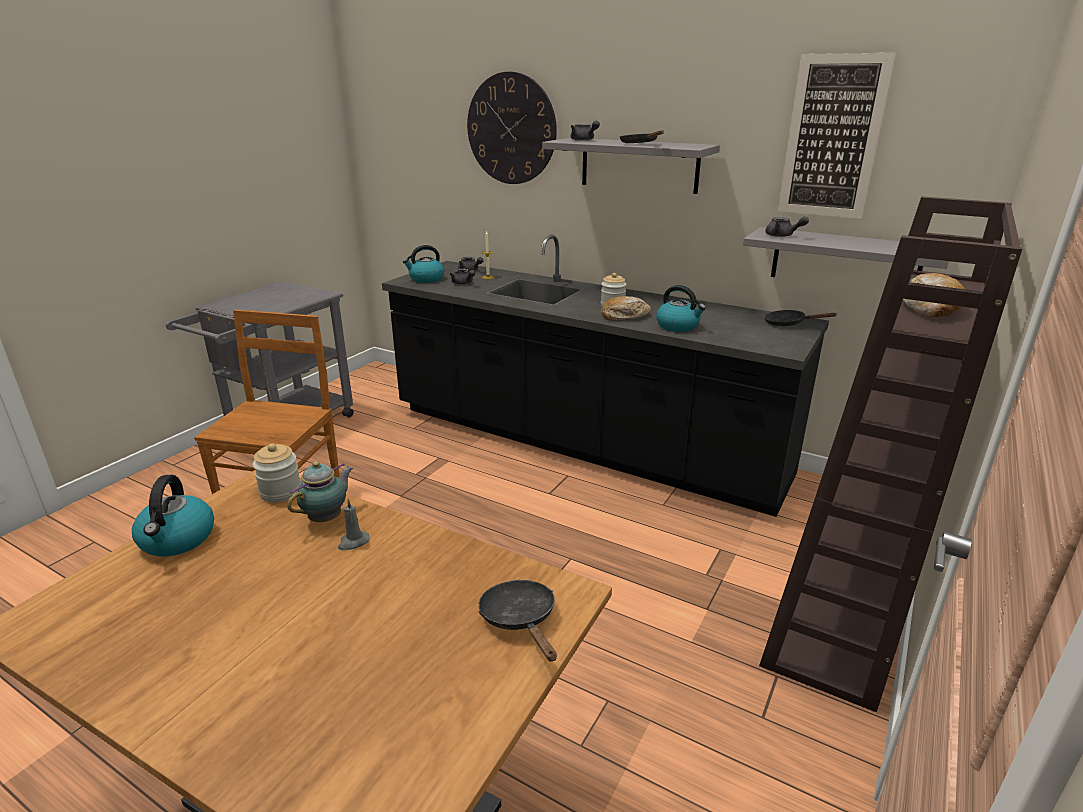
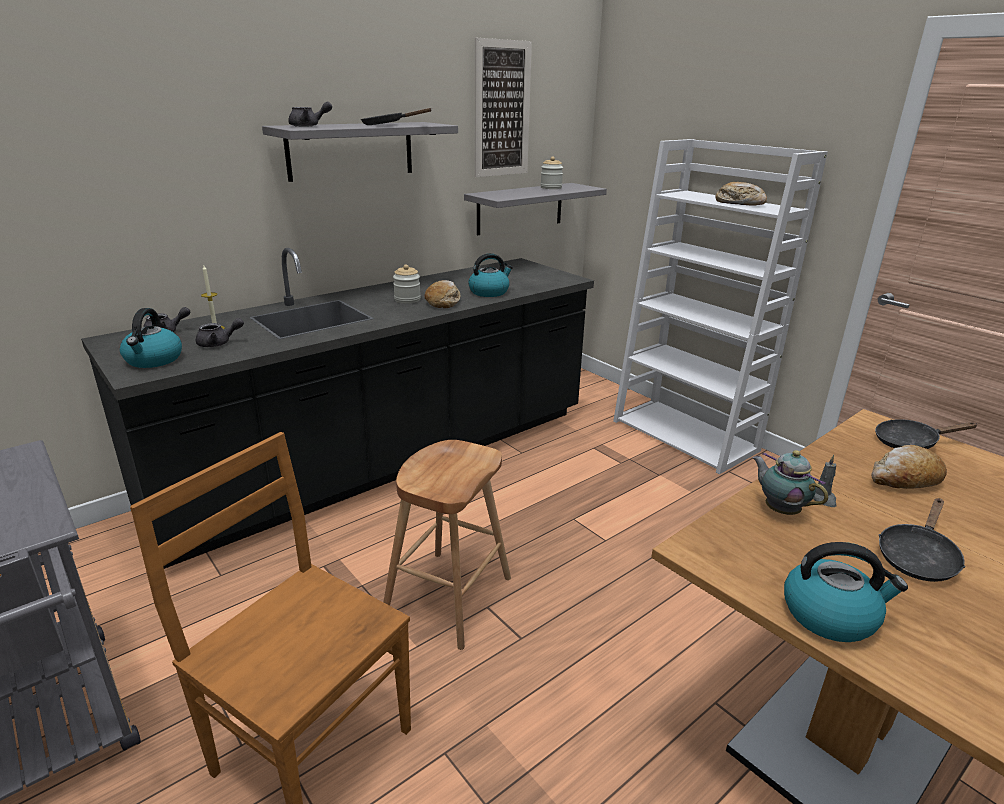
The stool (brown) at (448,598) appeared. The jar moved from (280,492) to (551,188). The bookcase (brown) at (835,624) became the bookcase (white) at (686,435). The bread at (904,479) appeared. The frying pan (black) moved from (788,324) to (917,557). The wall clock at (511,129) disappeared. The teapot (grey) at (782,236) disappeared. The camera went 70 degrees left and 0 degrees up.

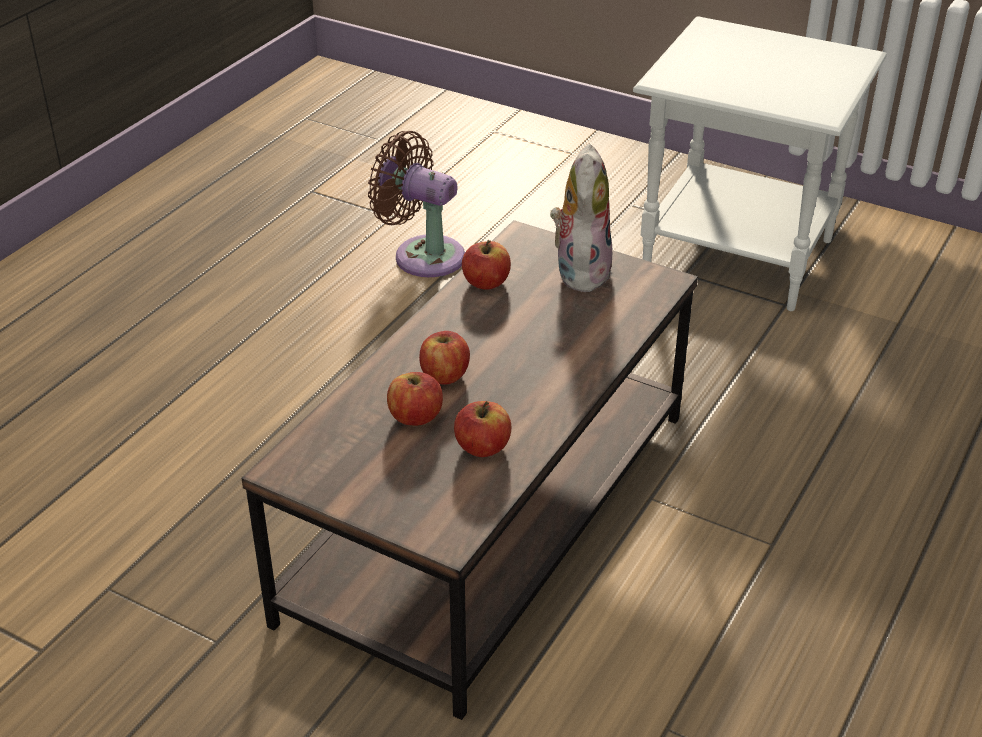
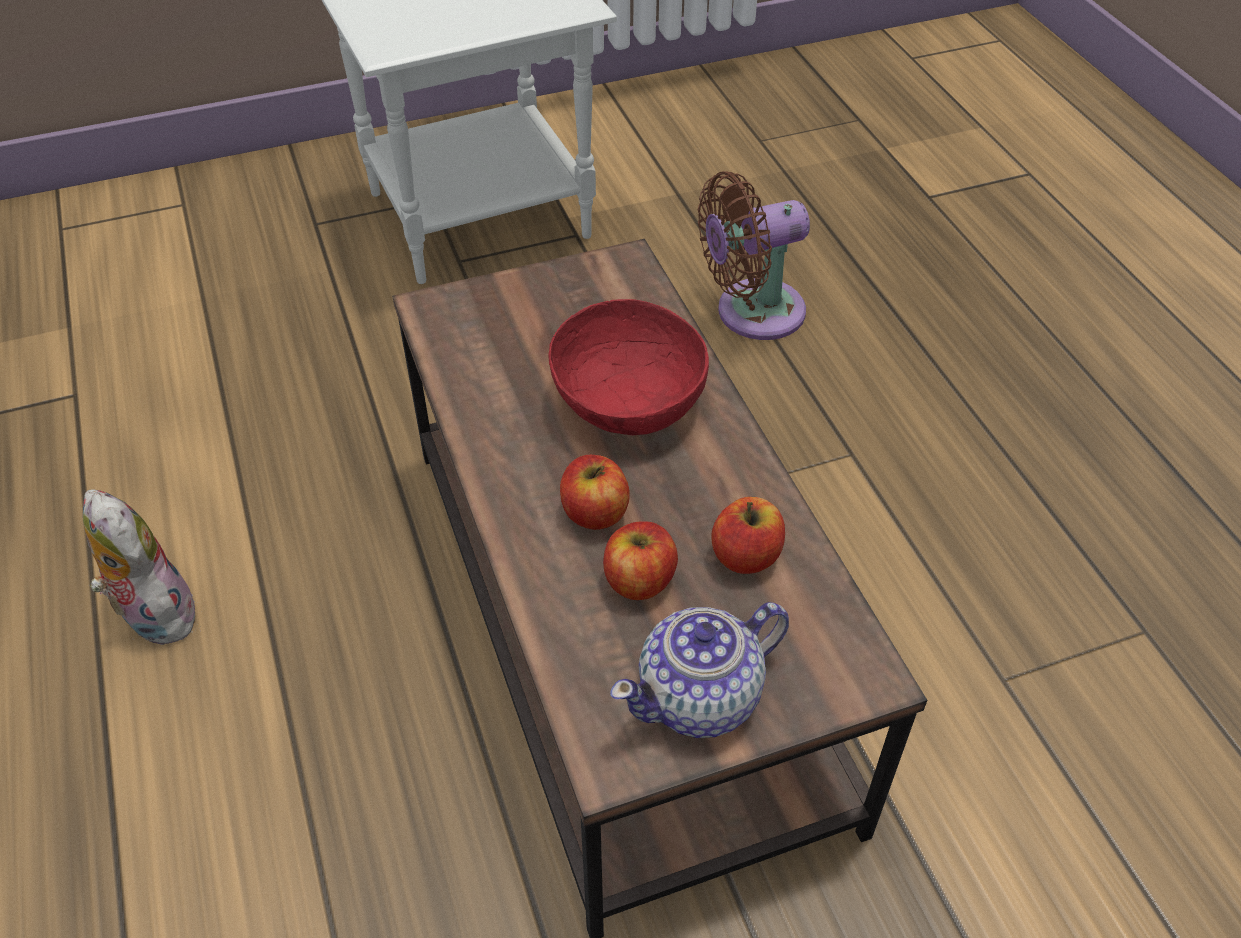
The plush toy moved from (580,270) to (153,613). The bowl (red) at (628,401) appeared. The teapot at (701,697) appeared. The fan (brown) moved from (423,255) to (751,313). The apple at (486,282) disappeared. The camera went 50 degrees left and 10 degrees up.

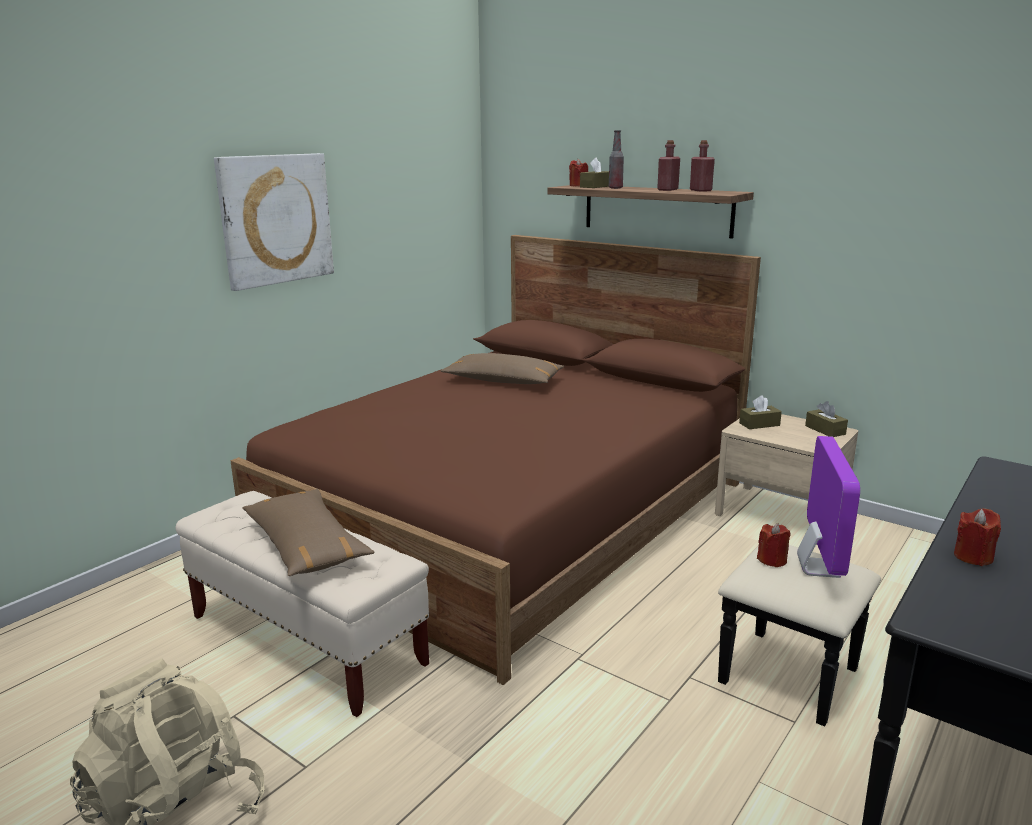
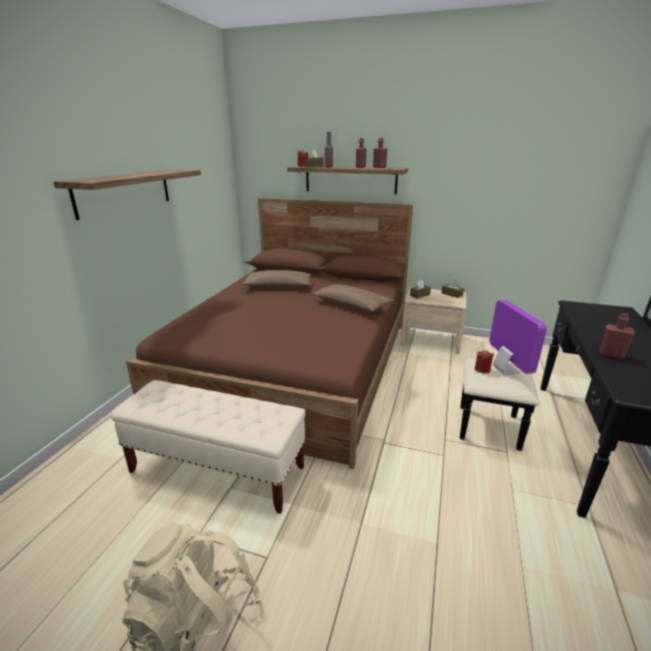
The picture at (275,219) was replaced by the shelf at (124,192). The pillow (brown) moved from (306,546) to (351,305). The candle (red) at (973,557) was replaced by the bottle (red) at (611,355). The camera went 20 degrees left and 5 degrees up.

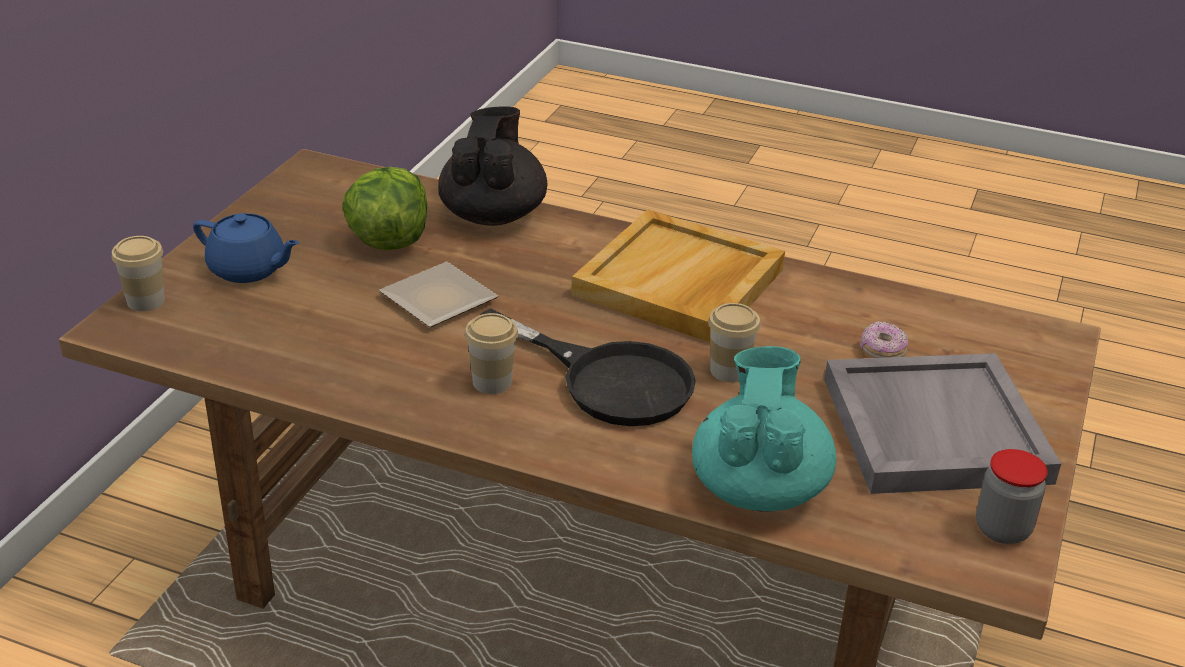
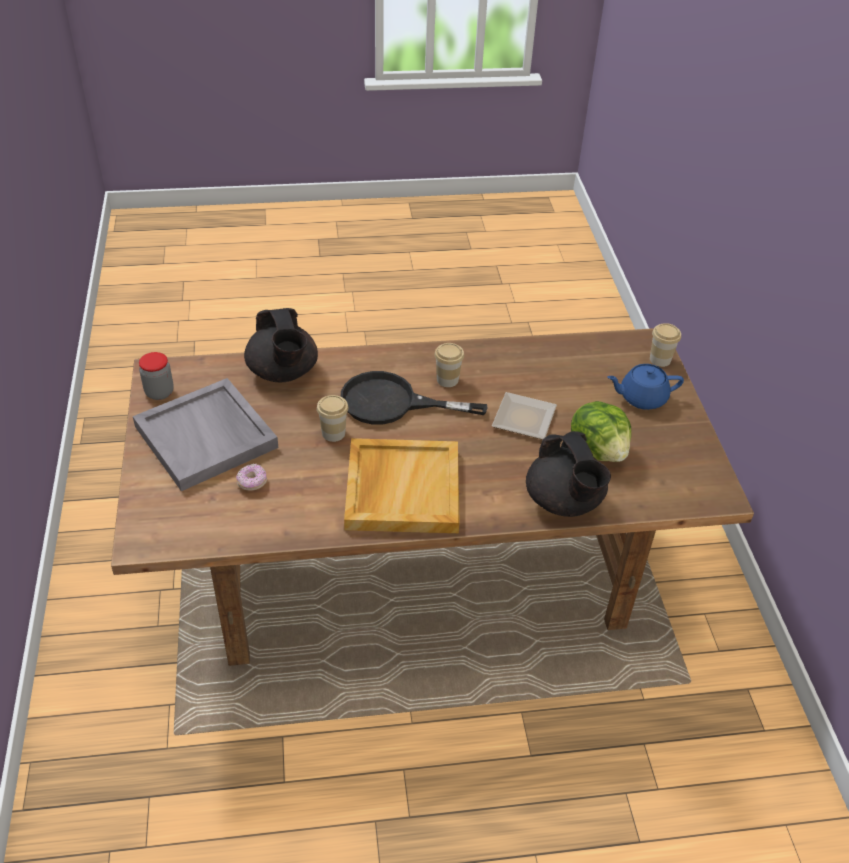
The teapot (turquoise) at (758,487) became the teapot (black) at (283,372). The camera went 150 degrees right and 10 degrees up.

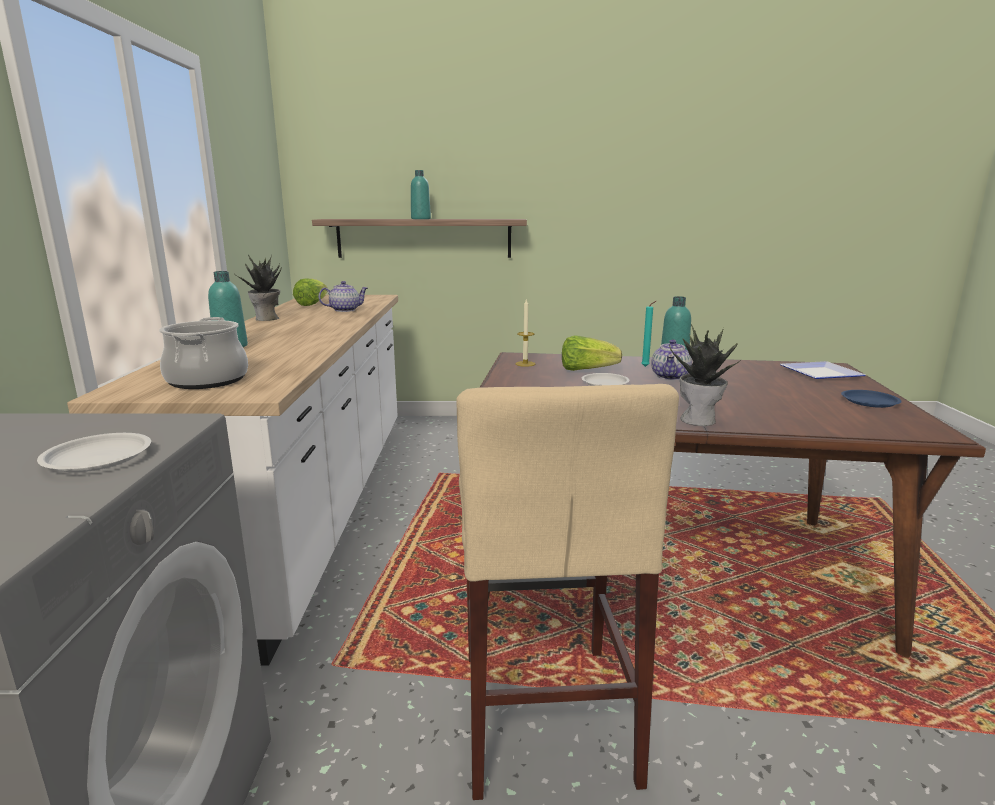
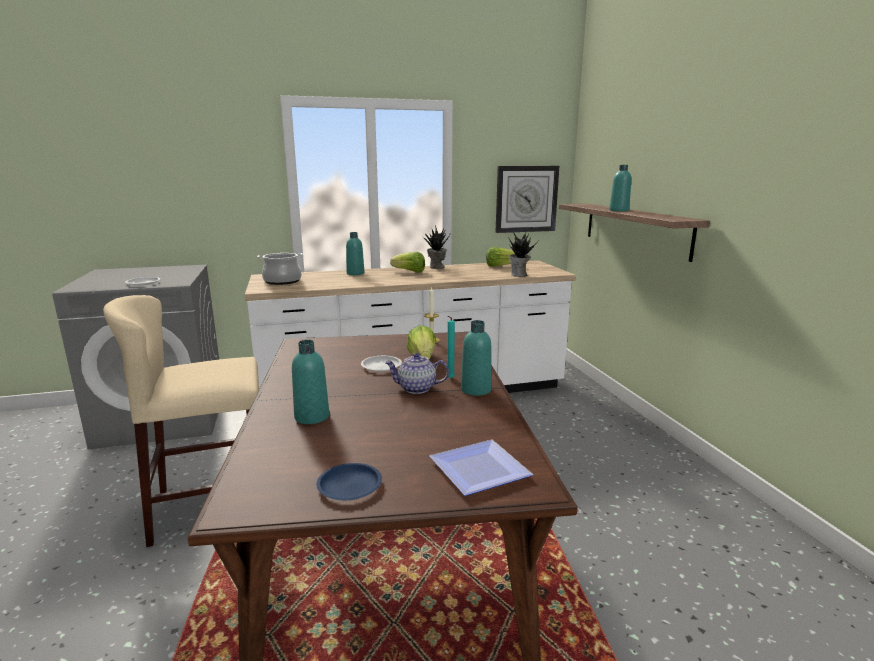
The bottle (turquoise) at (312,417) appeared. The lettuce at (409,272) appeared. The wall clock at (526,199) appeared. The potted plant moved from (699,420) to (519,275). The teapot at (345,310) disappeared. The camera went 75 degrees right and 0 degrees up.

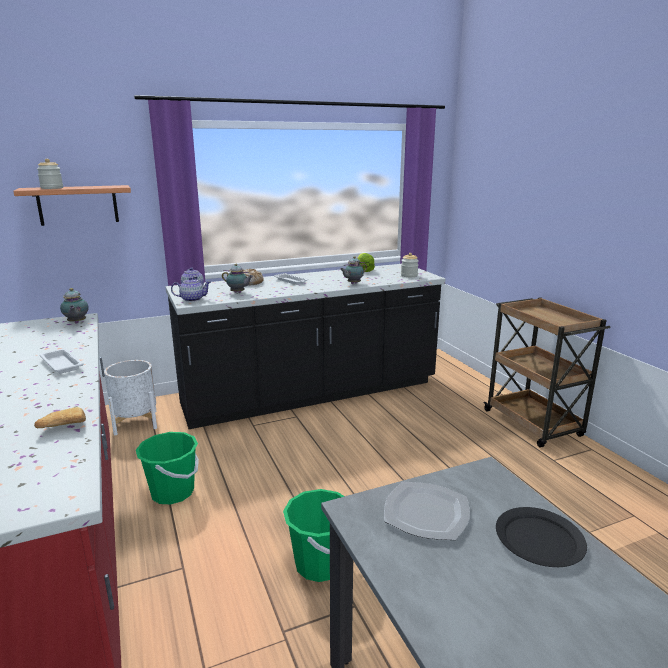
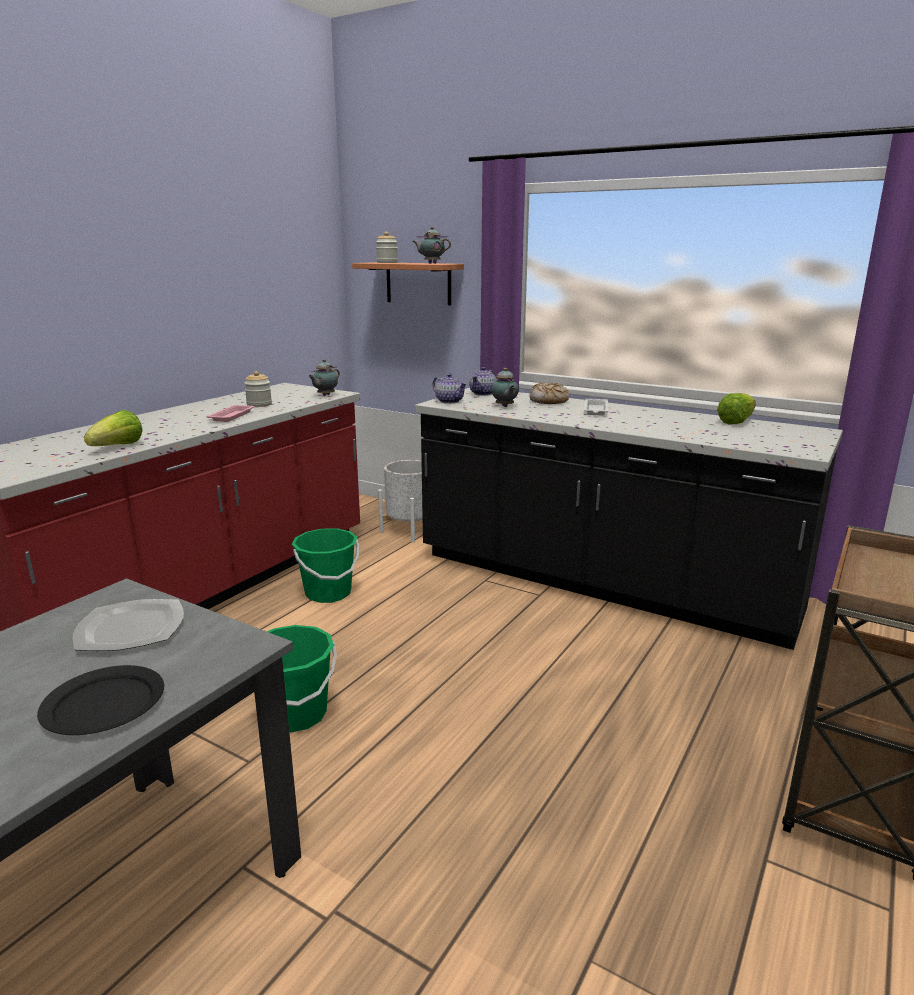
The bread at (61,427) was replaced by the lettuce at (118,447). The tray (white) at (61,364) became the tray (pink) at (232,416). The jar moved from (409,275) to (259,404). The teapot moved from (353,283) to (431,263). The camera went 55 degrees right and 0 degrees up.

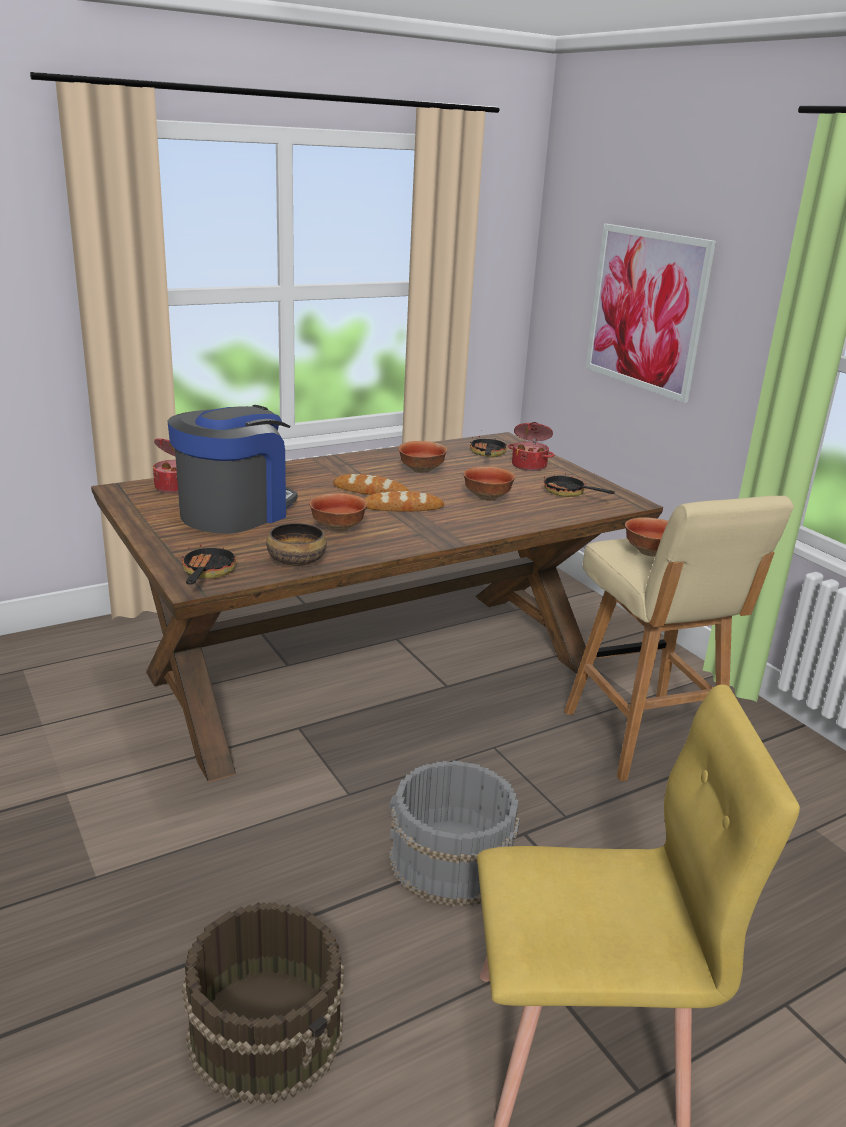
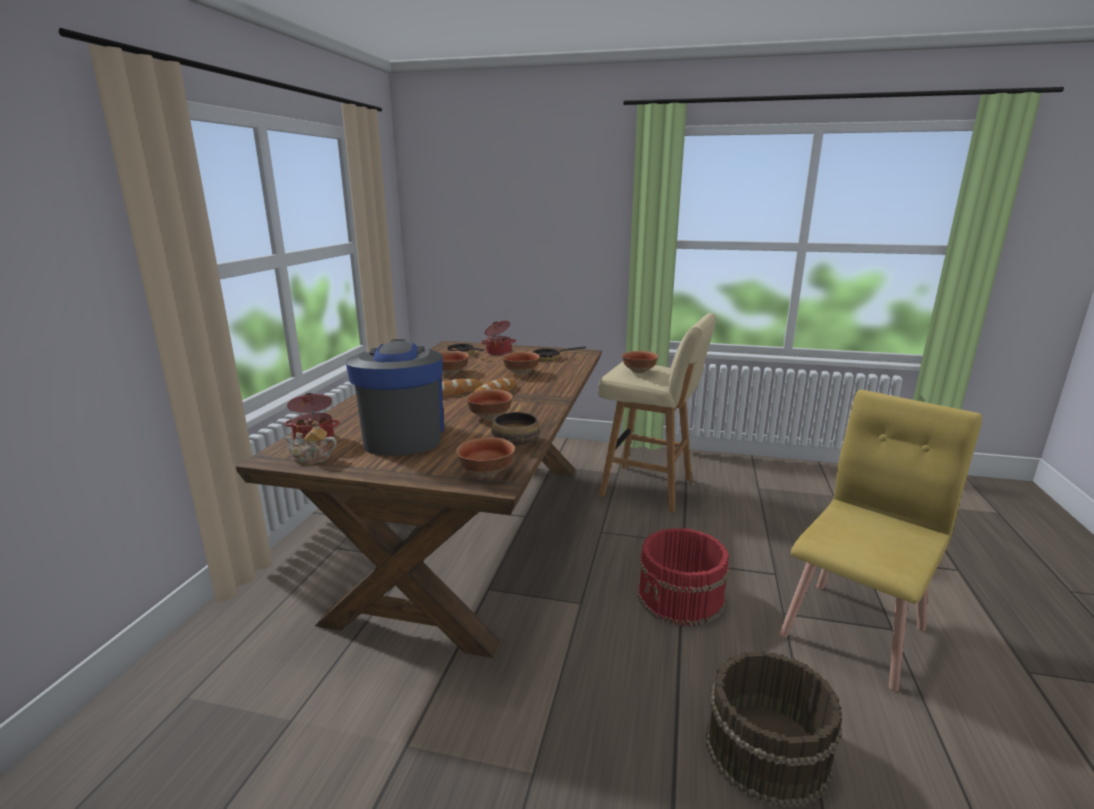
The teapot at (312,458) appeared. The frying pan at (207,573) was replaced by the bowl at (486,473). The bucket (grey) at (451,861) became the bucket (red) at (681,597). The picture at (646,310) disappeared. The camera went 45 degrees left and 5 degrees down.

